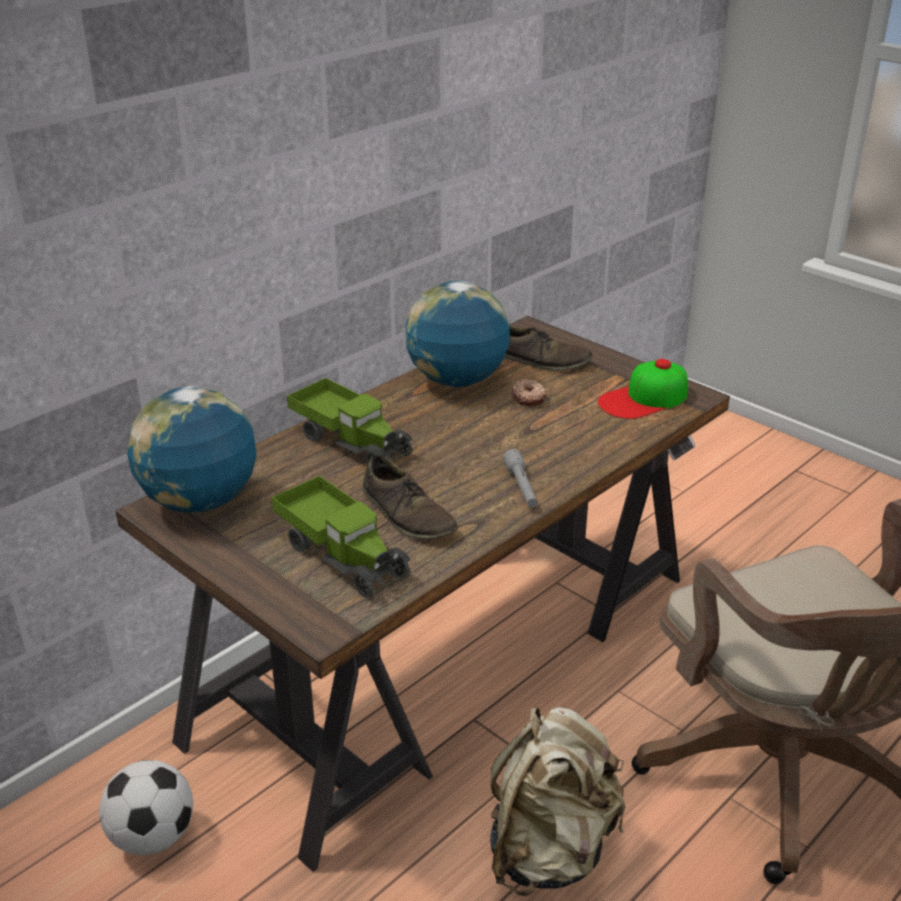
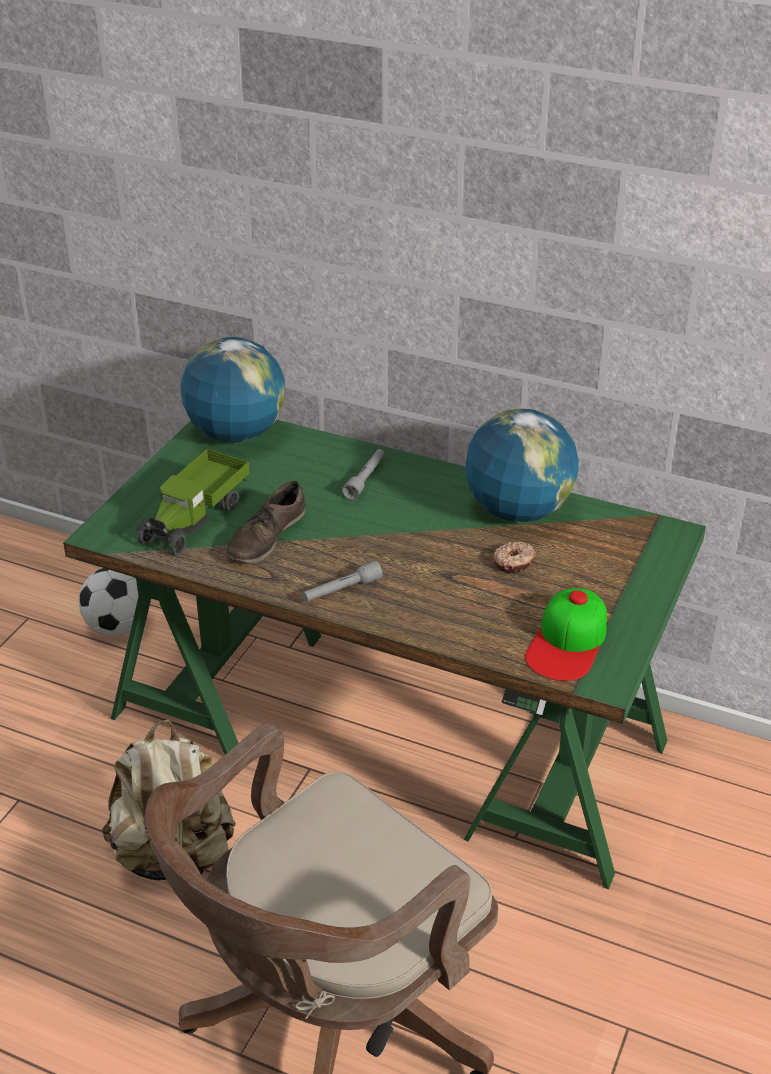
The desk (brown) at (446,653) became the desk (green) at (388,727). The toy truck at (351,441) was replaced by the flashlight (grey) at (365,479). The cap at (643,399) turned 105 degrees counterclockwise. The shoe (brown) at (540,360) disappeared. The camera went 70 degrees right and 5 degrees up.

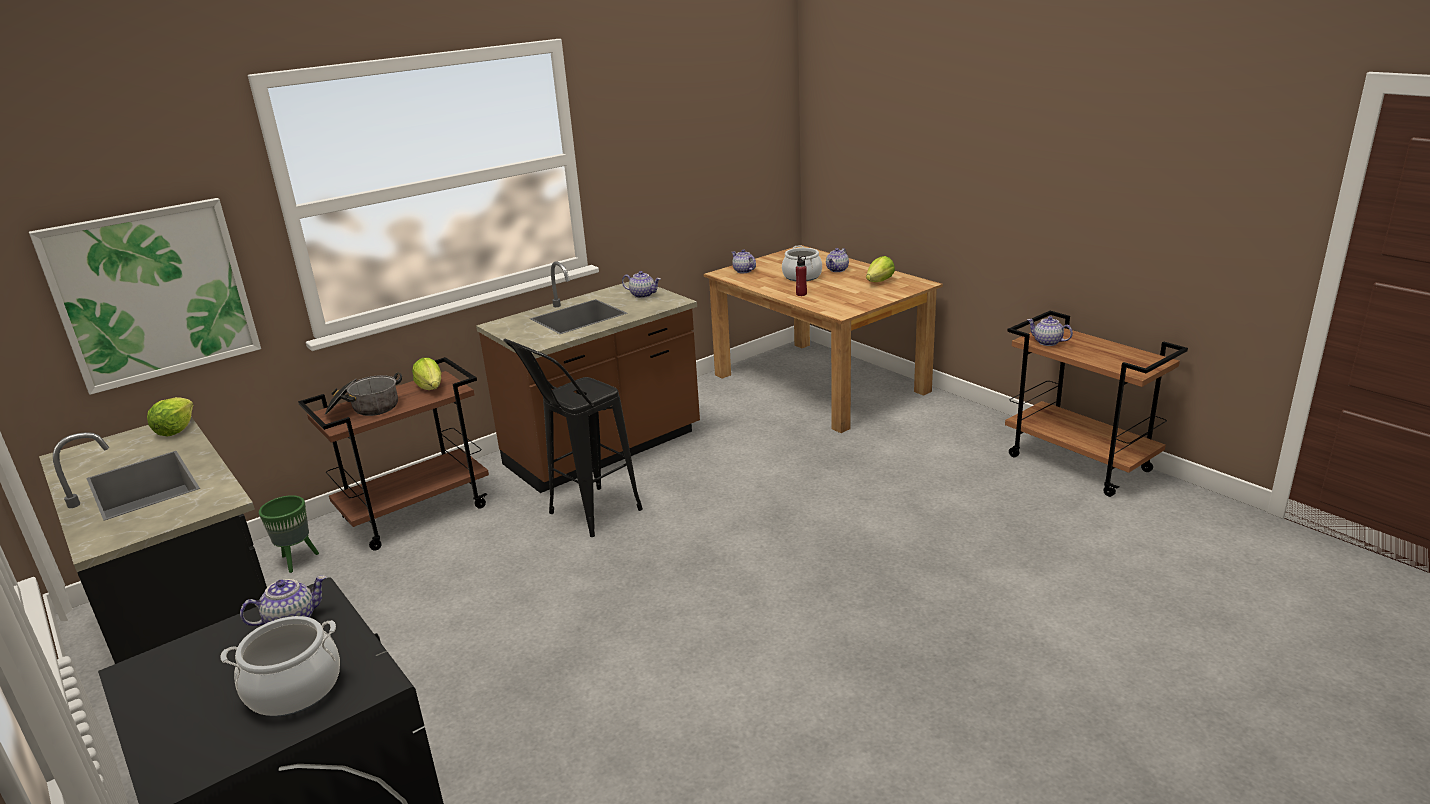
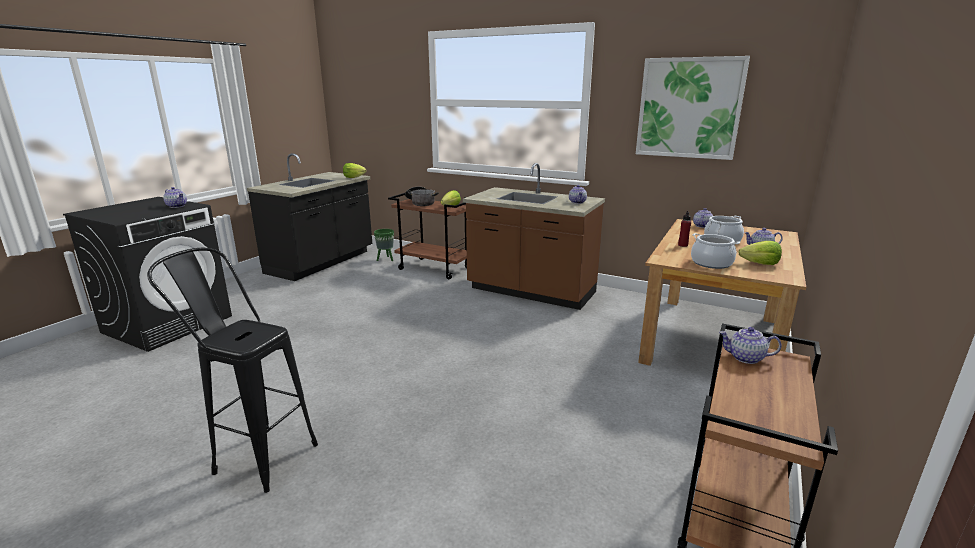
The stool (black) moved from (584,517) to (255,455). The picture moved from (153,294) to (689,108). The cooking pot moved from (294,689) to (711,263). The teapot at (1047,342) turned 90 degrees counterclockwise. The camera went 65 degrees right and 5 degrees down.

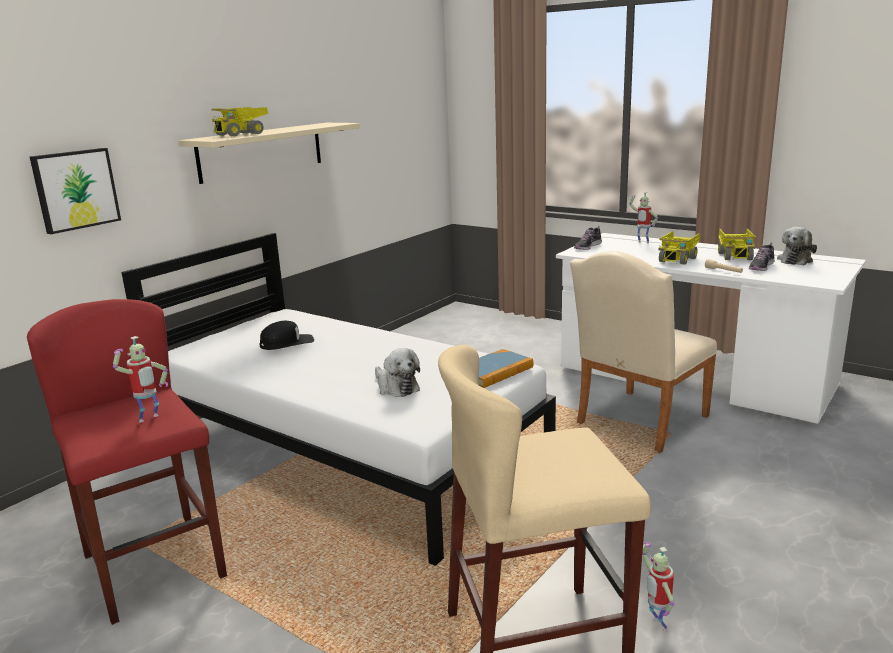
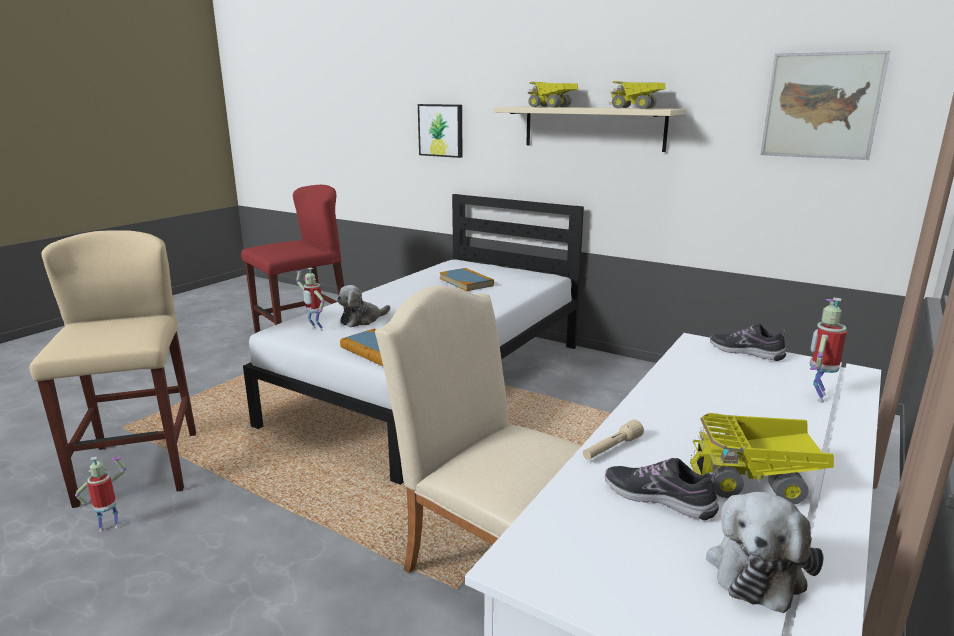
The toy robot moved from (149,419) to (315,329). The cap (black) at (287,343) was replaced by the book at (466,282). The toy truck moved from (678,259) to (636,108). The plush toy at (795,260) turned 90 degrees counterclockwise. The picture at (821,106) appeared. The camera went 85 degrees right and 0 degrees up.

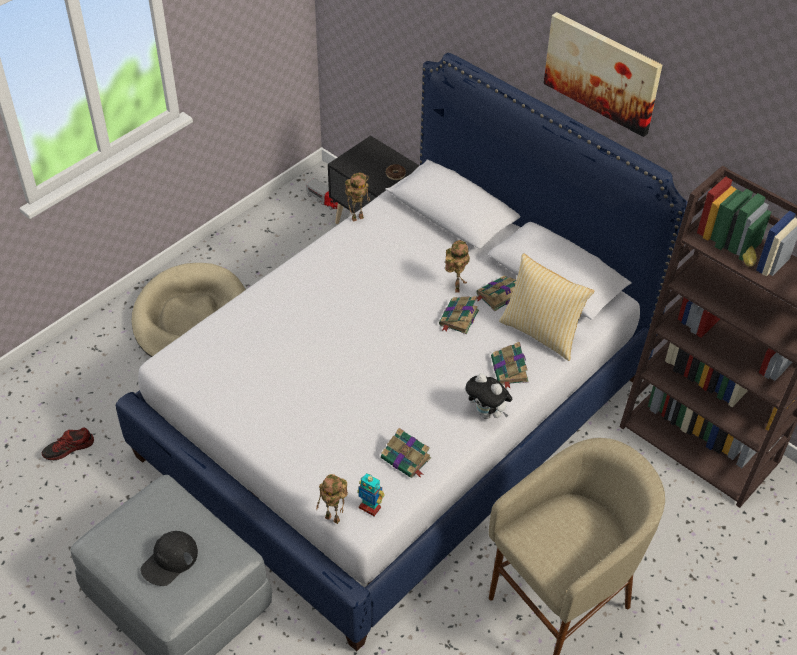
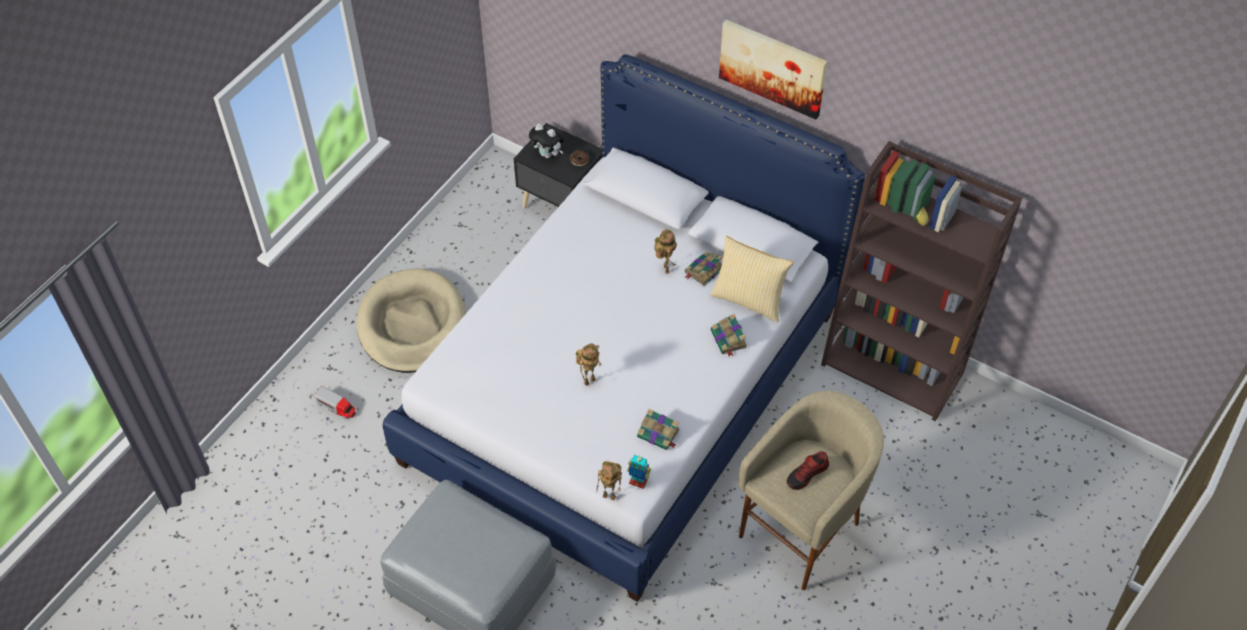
The toy truck moved from (324,200) to (337,407). The plush toy moved from (487,413) to (548,154). The toy robot moved from (357,217) to (589,380). The shoe moved from (69,449) to (807,474). The cap (black) at (169,560) disappeared. The book at (458,318) disappeared. The camera went 10 degrees left and 5 degrees up.

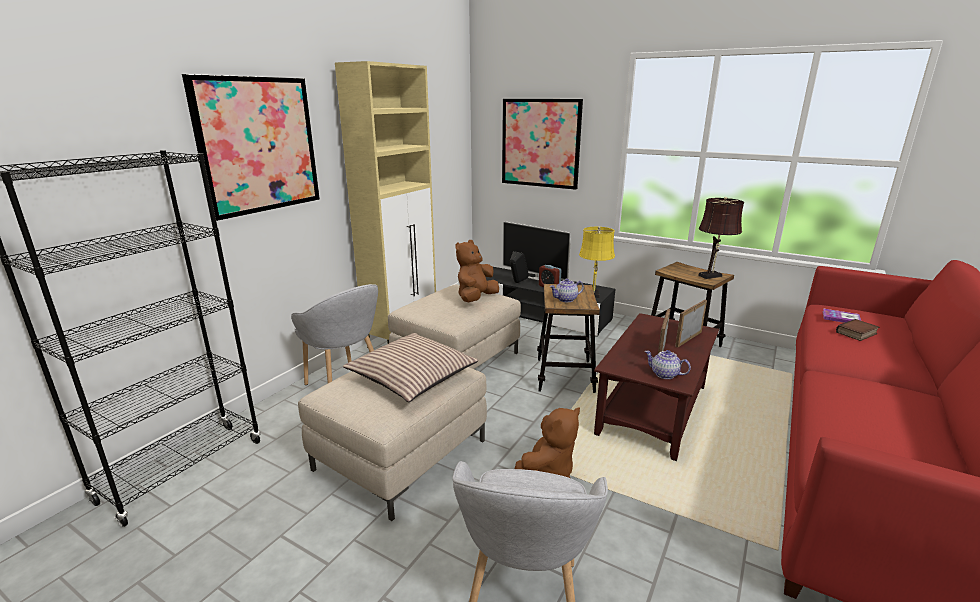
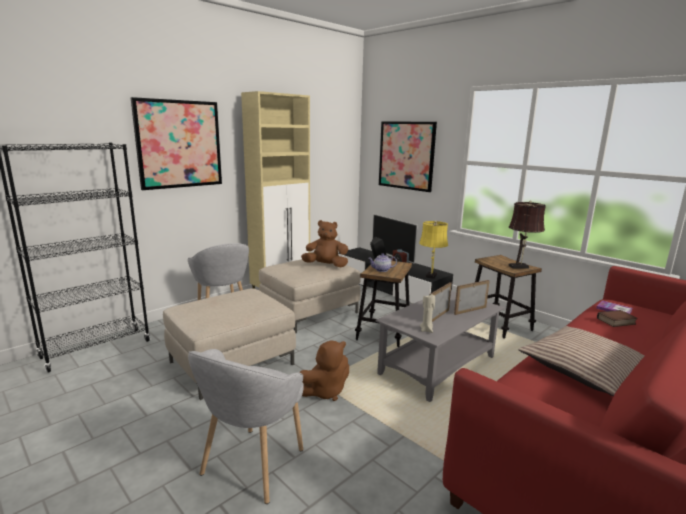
The plush toy (brown) at (476,299) turned 45 degrees clockwise. The coffee table (brown) at (653,410) became the coffee table (grey) at (437,366). The teapot at (664,374) was replaced by the candle (beige) at (426,330). The pillow moved from (412,377) to (584,369). The camera went 15 degrees right and 5 degrees down.

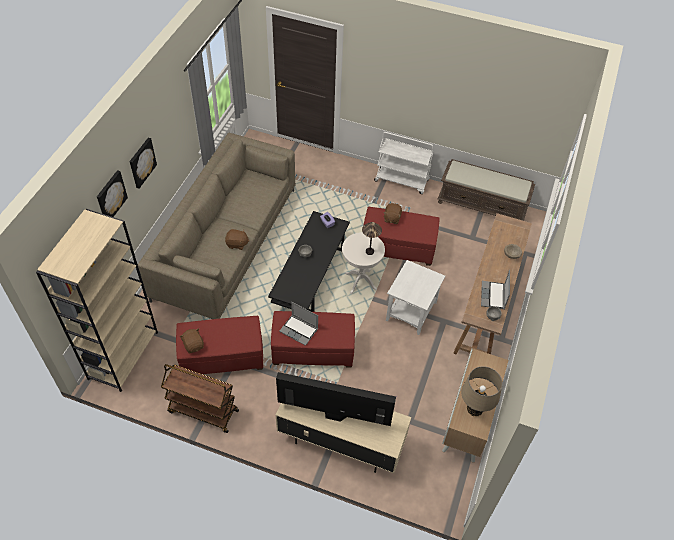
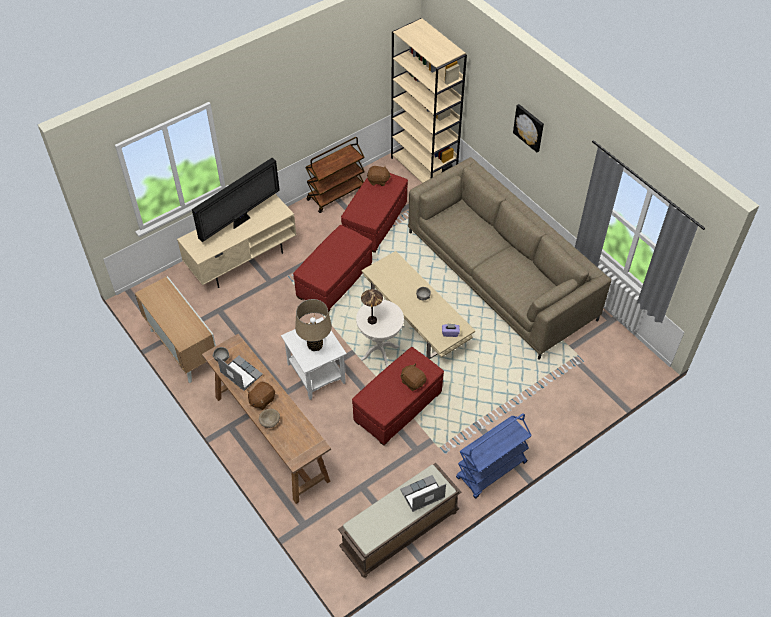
The plush toy (brown) moved from (237,244) to (262,400). The table lamp (beige) moved from (474,409) to (315,345). The coffee table (black) at (310,274) became the coffee table (beige) at (416,319). The laptop moved from (299,330) to (422,495). The cart (white) at (402,180) became the cart (blue) at (491,471). The picture at (110,196) disappeared. The camera went 125 degrees right and 0 degrees up.

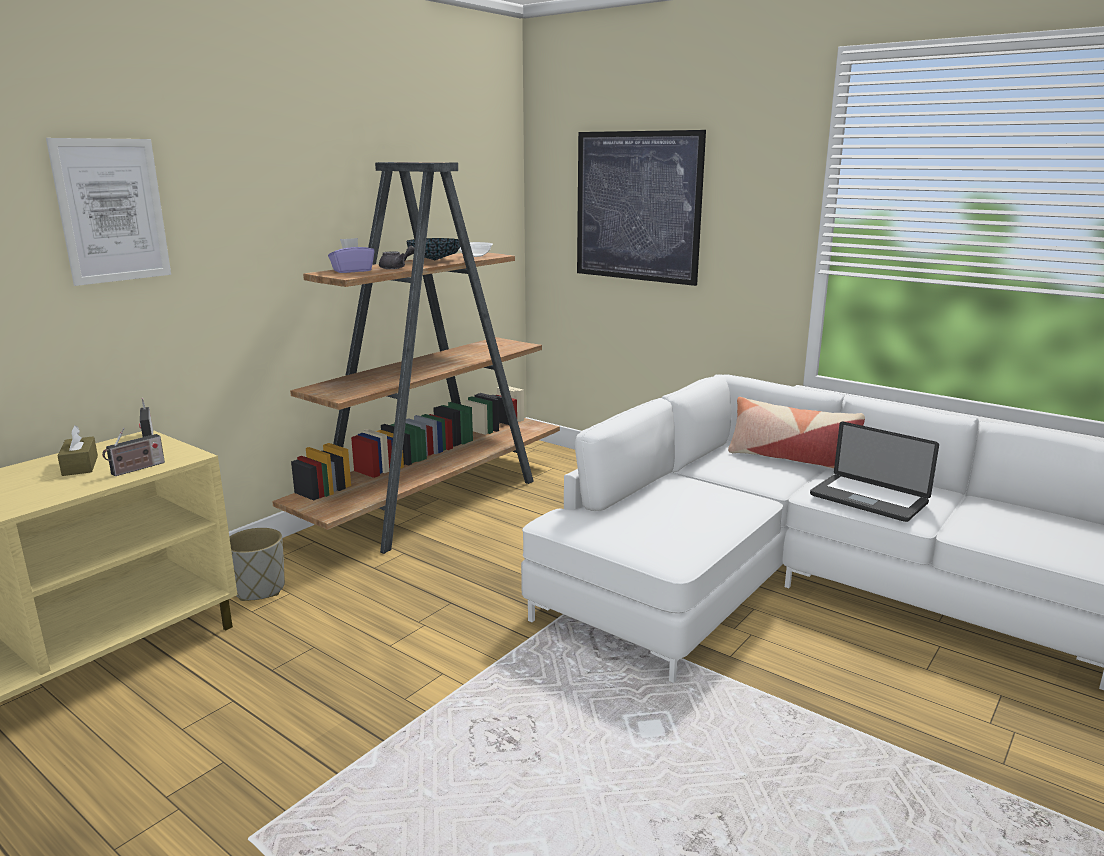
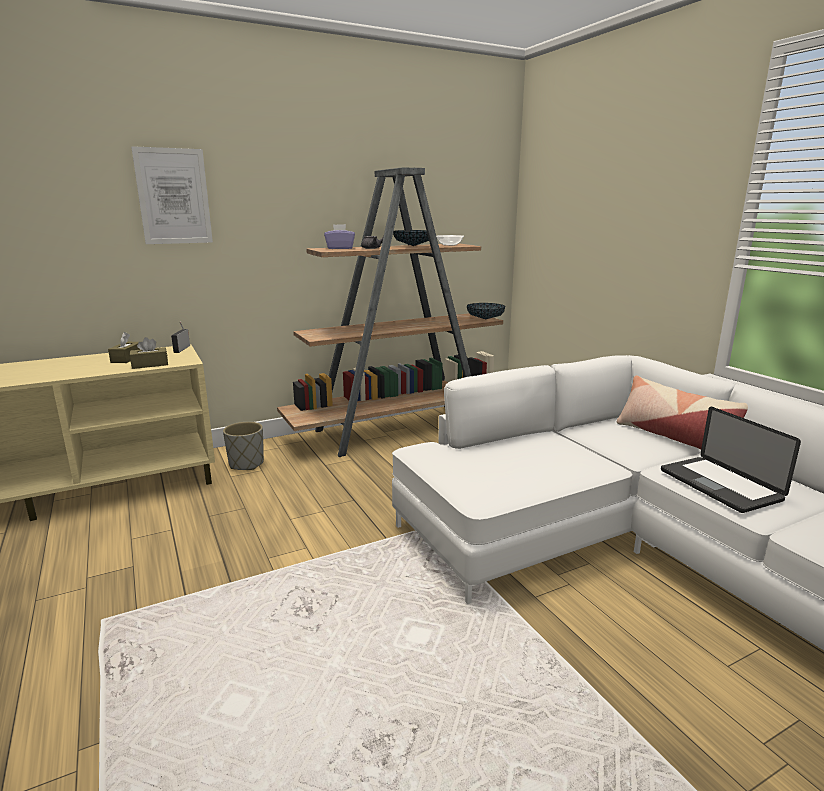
The radio at (136,469) was replaced by the tissue box (brown) at (150,364). The bowl at (485,319) appeared. The picture at (637,206) disappeared. The camera went 25 degrees right and 0 degrees up.

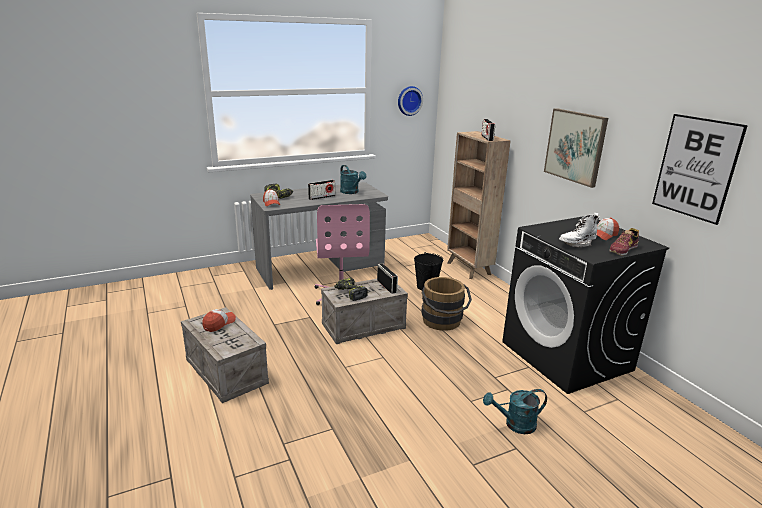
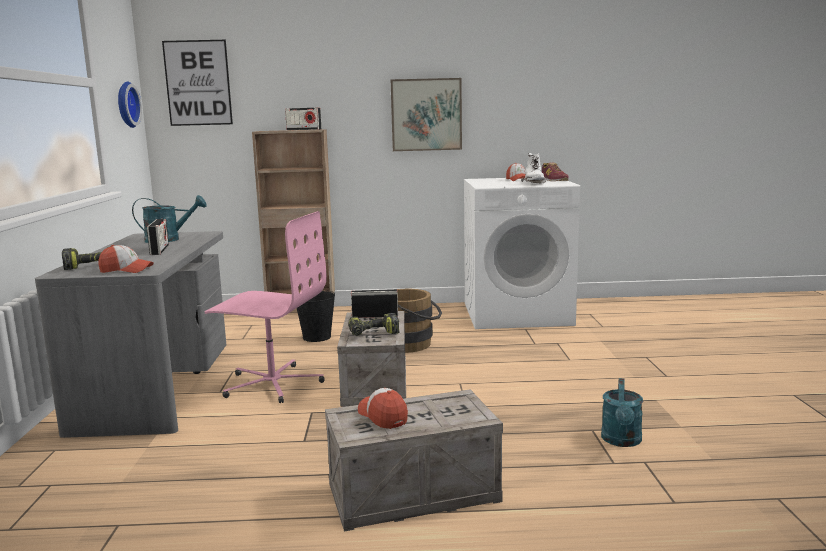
The picture moved from (696,168) to (198,83). The washing machine (black) at (567,356) became the washing machine (white) at (517,314). The watering can (turquoise) moved from (515,425) to (621,441). The camera went 65 degrees left and 10 degrees down.

